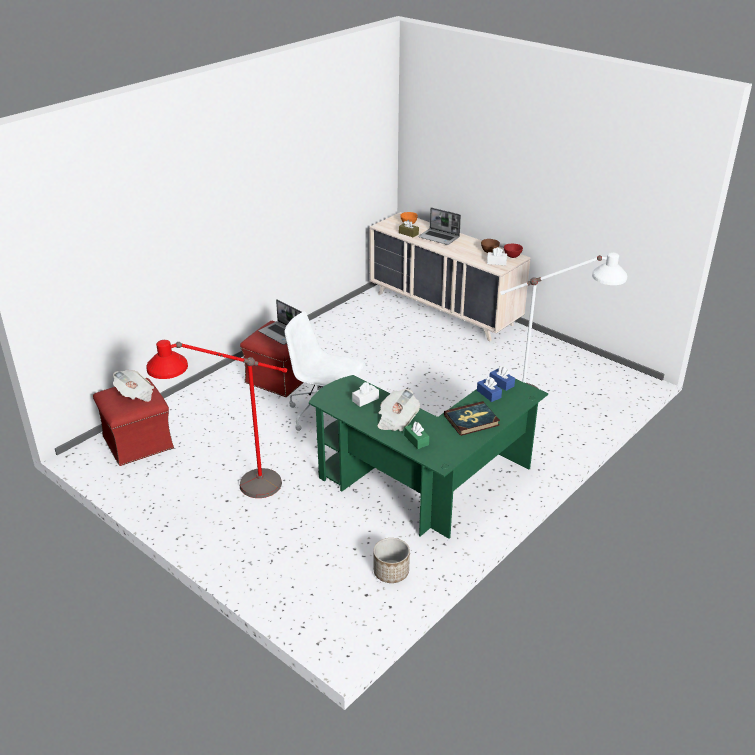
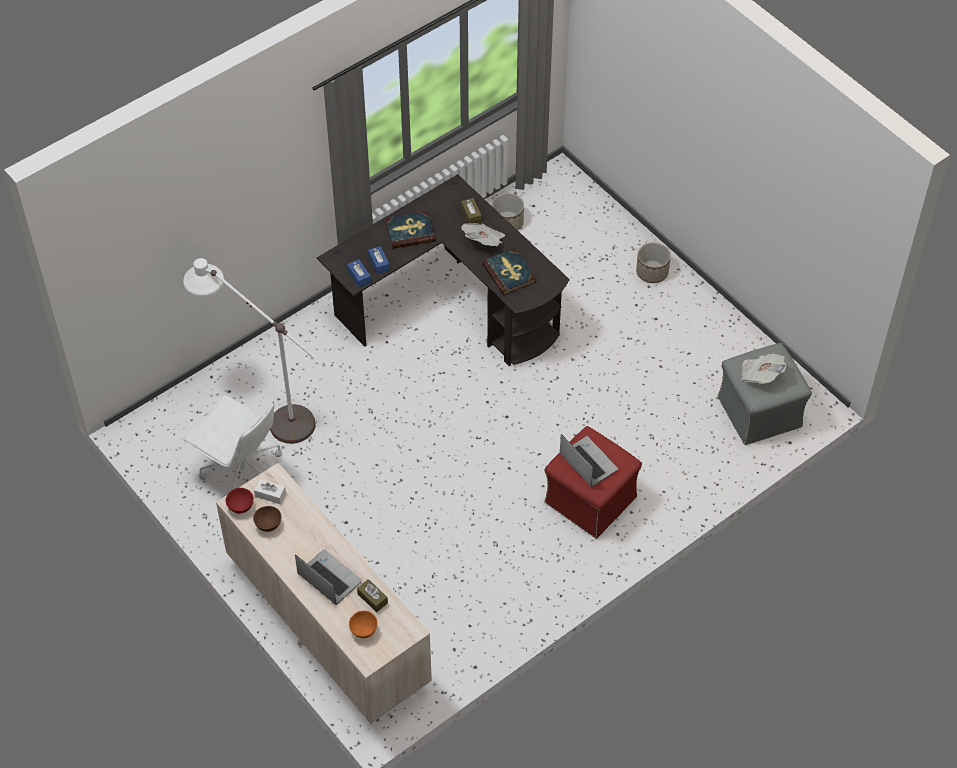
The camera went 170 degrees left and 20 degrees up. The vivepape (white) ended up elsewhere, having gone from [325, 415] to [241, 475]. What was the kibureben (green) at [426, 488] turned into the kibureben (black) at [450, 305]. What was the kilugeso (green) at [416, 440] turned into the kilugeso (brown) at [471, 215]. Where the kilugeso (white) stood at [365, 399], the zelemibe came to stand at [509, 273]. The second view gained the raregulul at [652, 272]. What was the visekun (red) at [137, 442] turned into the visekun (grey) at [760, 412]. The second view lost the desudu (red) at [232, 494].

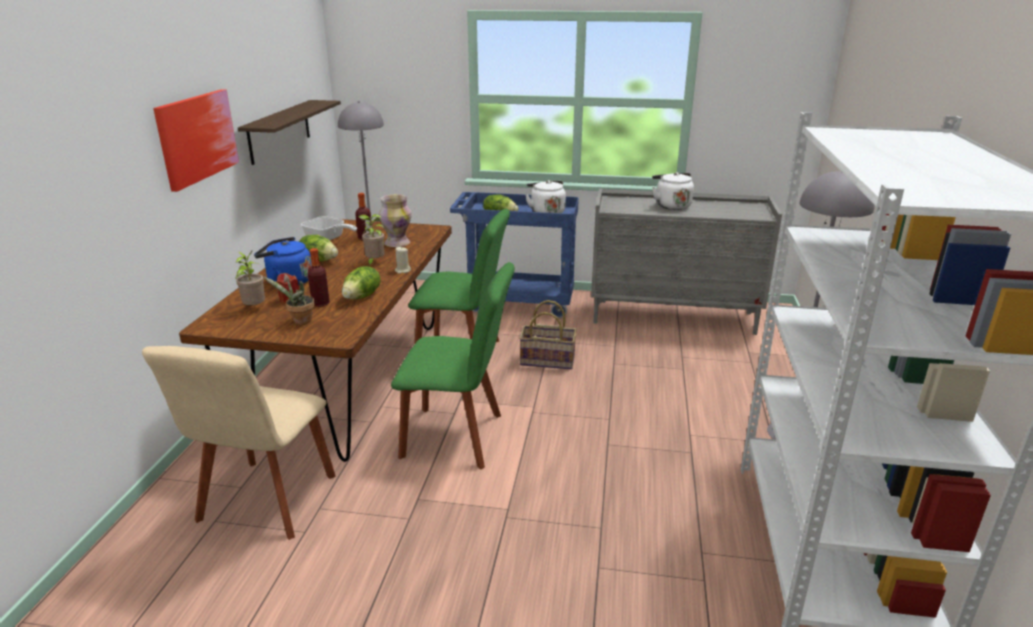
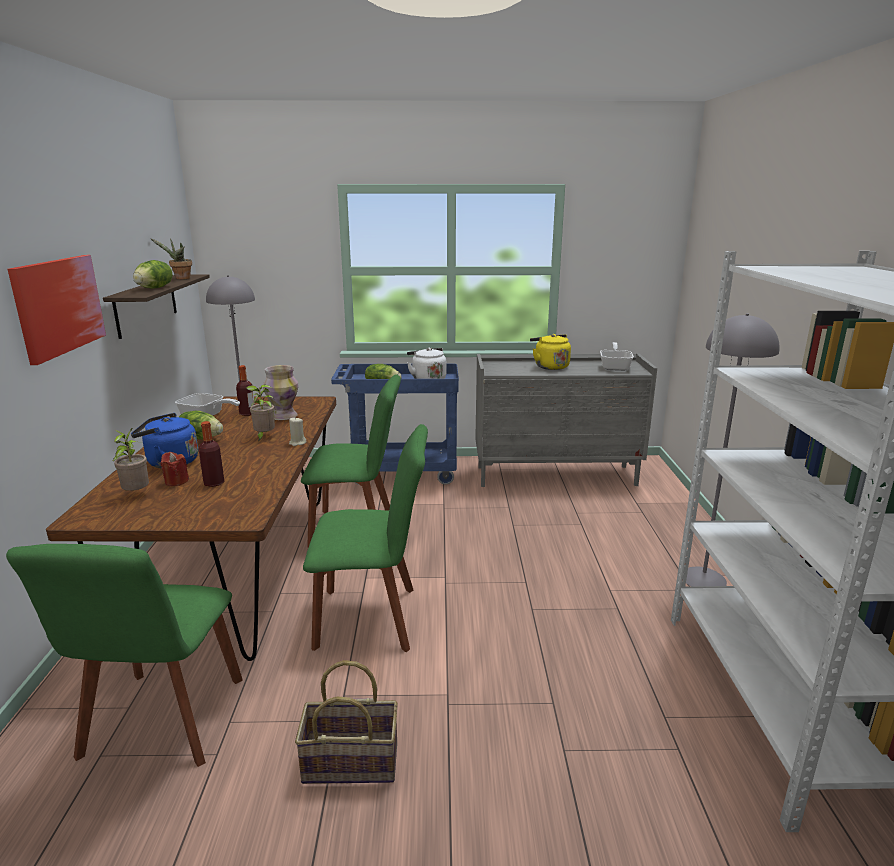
The camera went 10 degrees left and 5 degrees down. What was the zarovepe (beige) at [265, 502] turned into the zarovepe (green) at [161, 723]. The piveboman ended up elsewhere, having gone from [362, 296] to [155, 288]. The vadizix ended up elsewhere, having gone from [300, 322] to [180, 278]. The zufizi ended up elsewhere, having gone from [548, 360] to [351, 761]. What was the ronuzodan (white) at [671, 206] turned into the ronuzodan (yellow) at [550, 366]. The second view gained the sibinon at [615, 367].

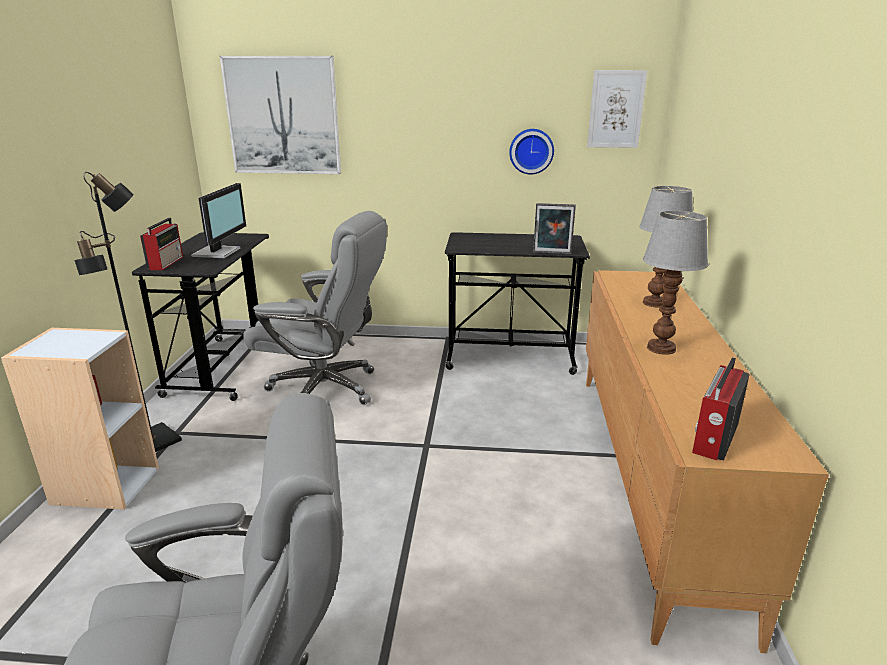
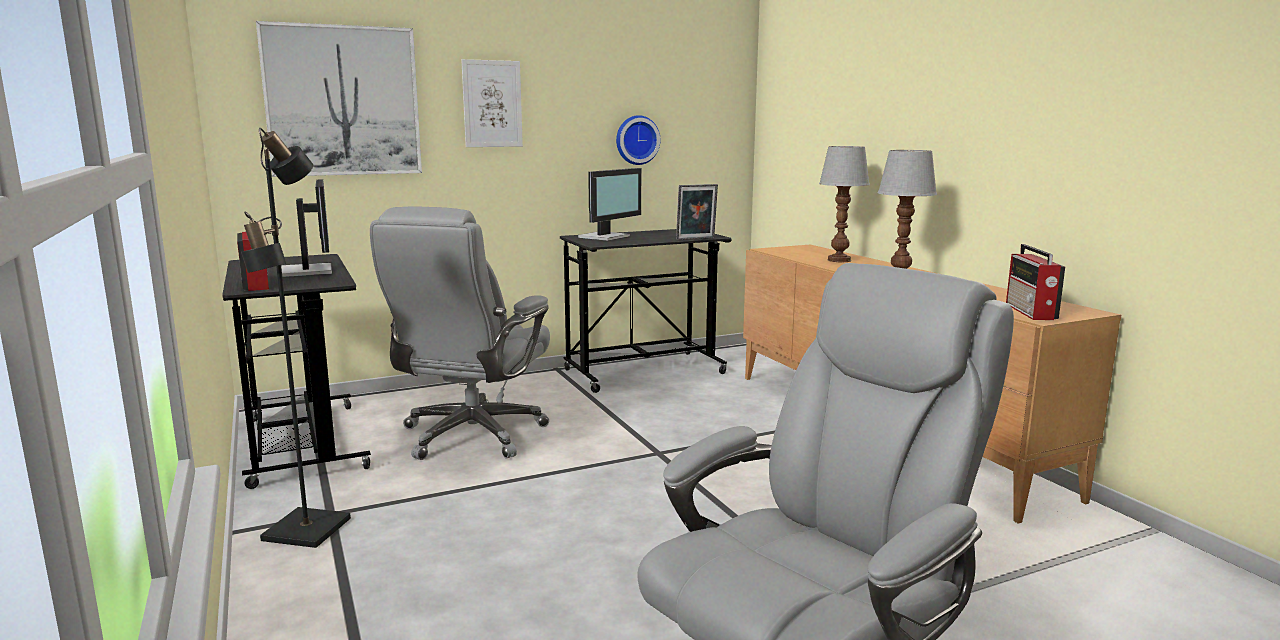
The camera went 30 degrees left and 10 degrees down. The vivepape (grey) at [324, 388] ended up facing another way, 120 degrees clockwise from before. The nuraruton ended up elsewhere, having gone from [616, 109] to [492, 104]. The second view gained the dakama at [606, 237]. The second view lost the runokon at [105, 485].

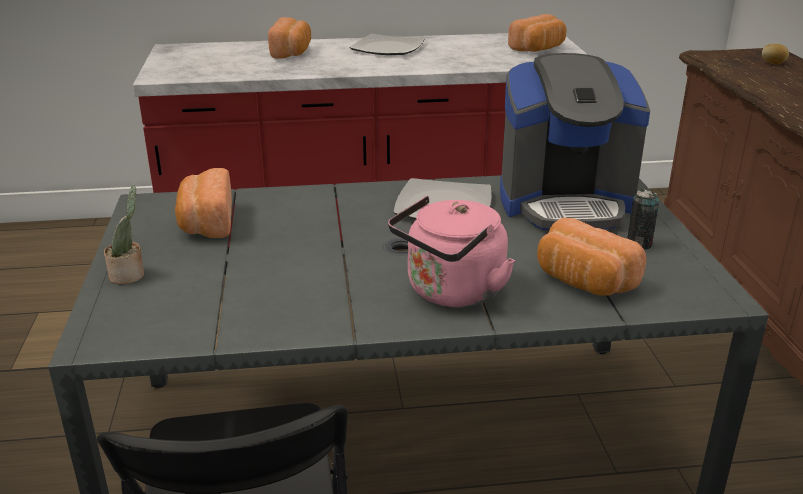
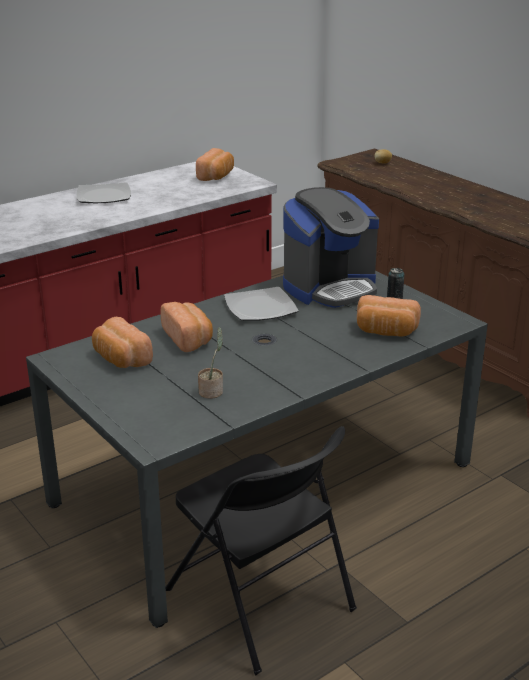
The camera went 30 degrees left and 0 degrees up. The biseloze ended up elsewhere, having gone from [292, 53] to [188, 339]. The vadizix ended up elsewhere, having gone from [129, 275] to [212, 391]. The second view lost the ronuzodan (pink) at [451, 293].

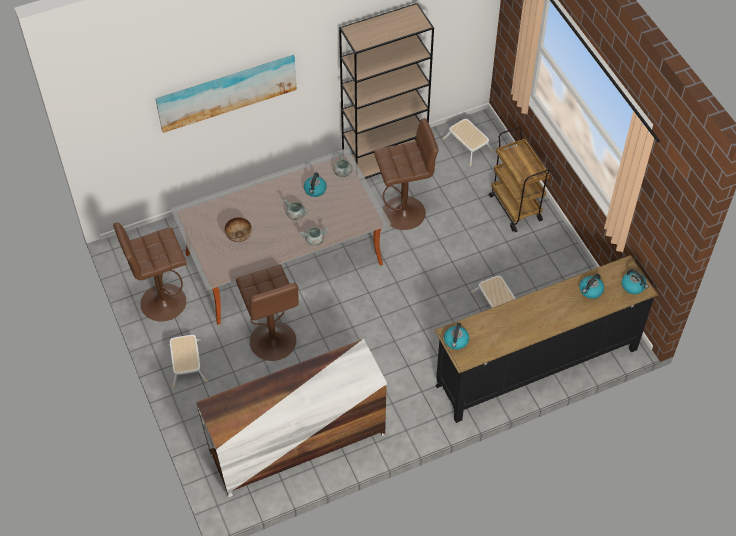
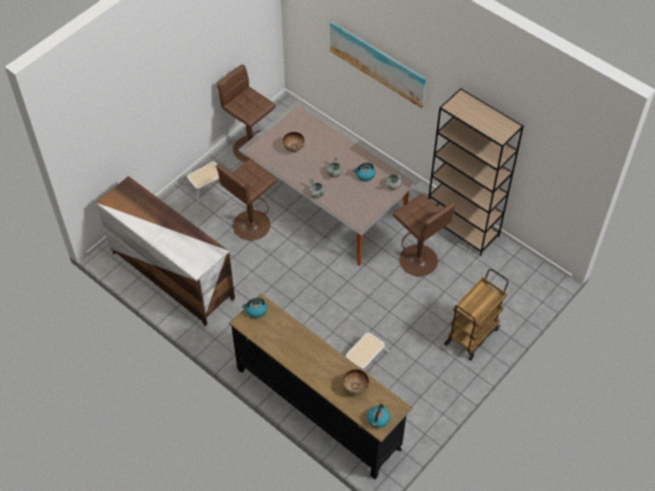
The camera went 65 degrees right and 0 degrees up. Where the ronuzodan stood at [590, 290], the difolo came to stand at [355, 388]. The second view lost the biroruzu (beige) at [467, 145].

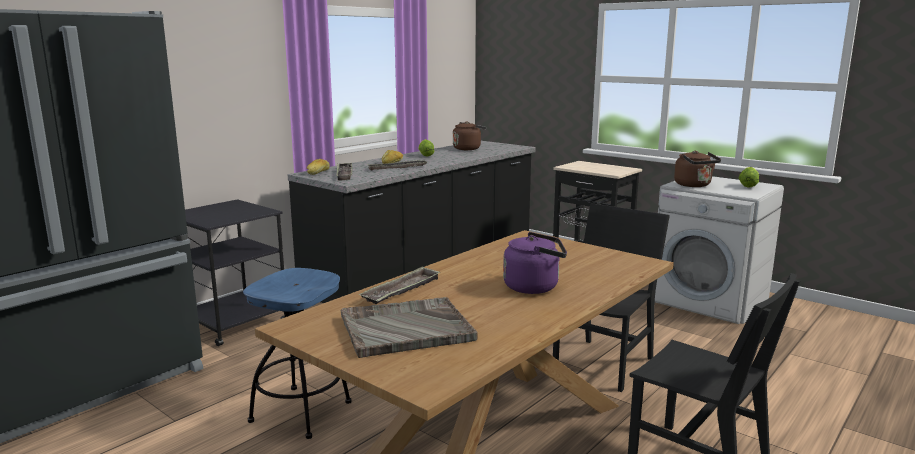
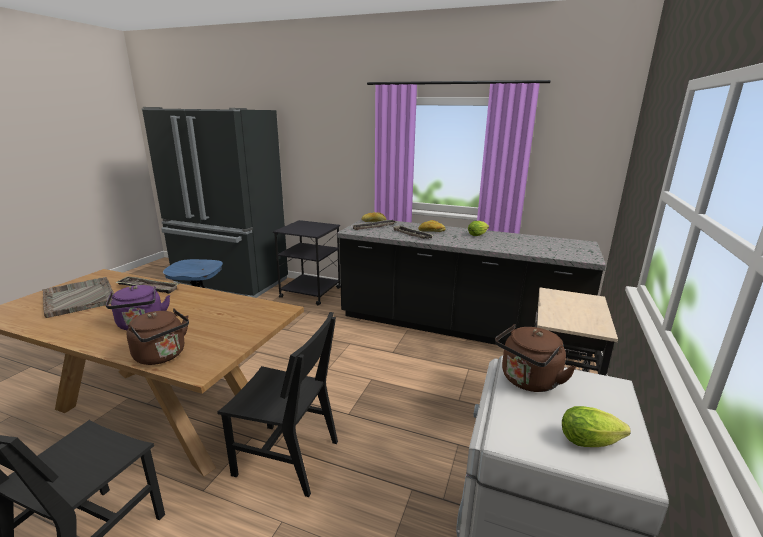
The camera went 70 degrees right and 5 degrees up. The ronuzodan (brown) ended up elsewhere, having gone from [468, 148] to [162, 356].

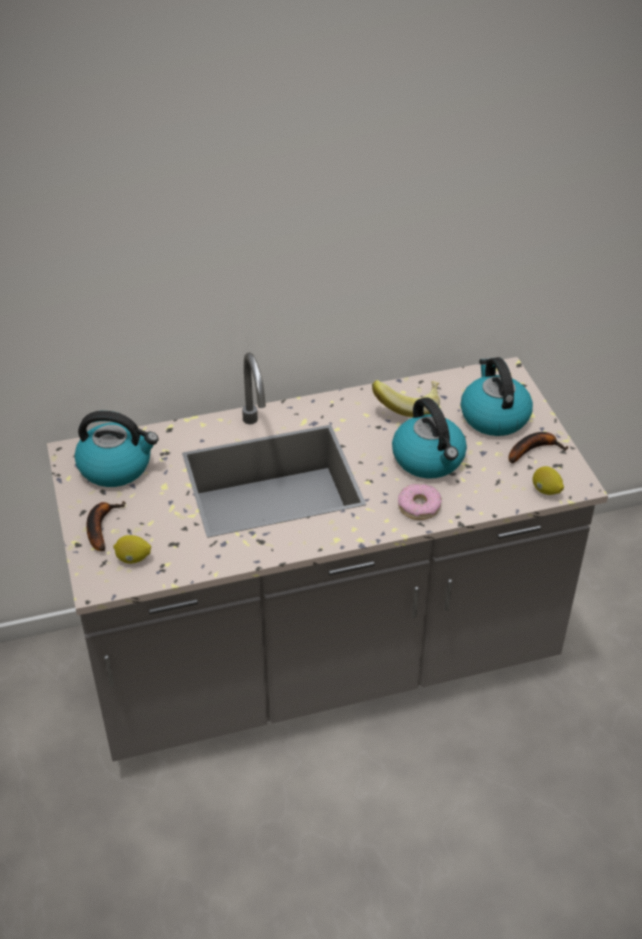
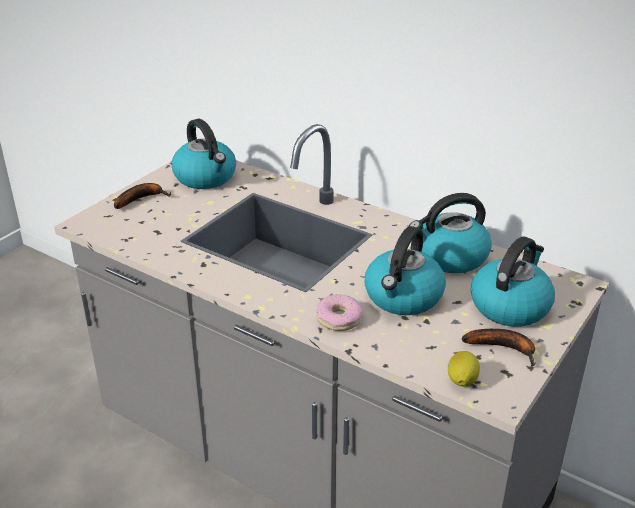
The camera went 50 degrees right and 10 degrees down. Where the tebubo stood at [407, 406], the ronuzodan came to stand at [450, 257]. The second view lost the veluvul at [133, 559].

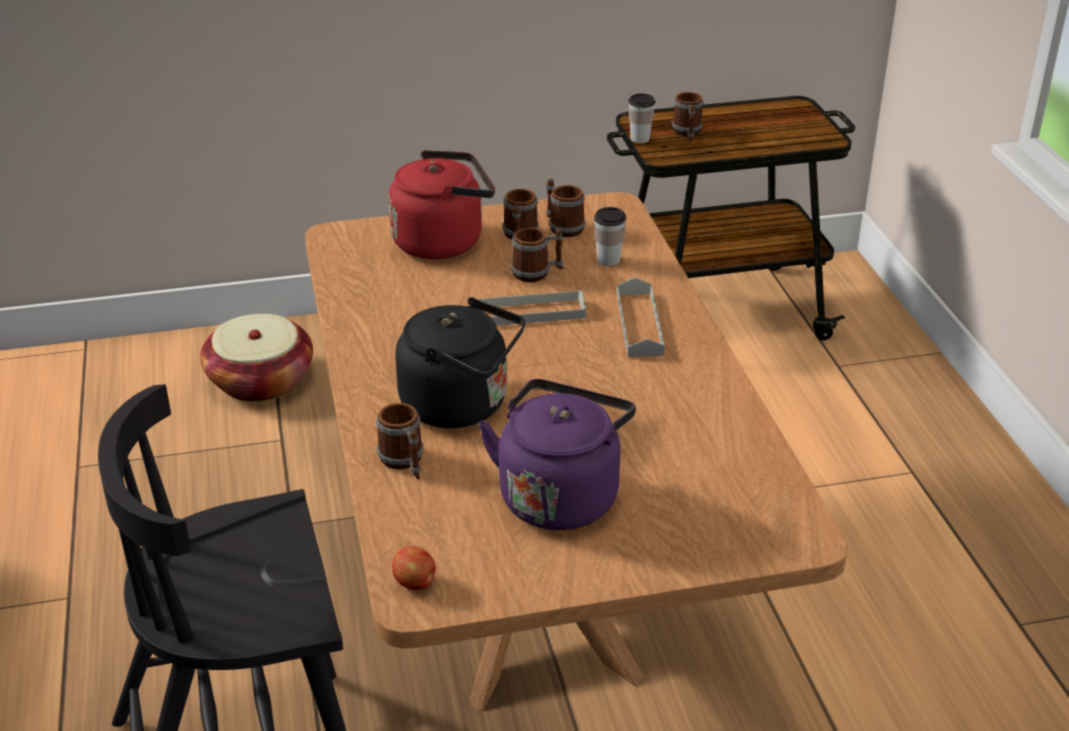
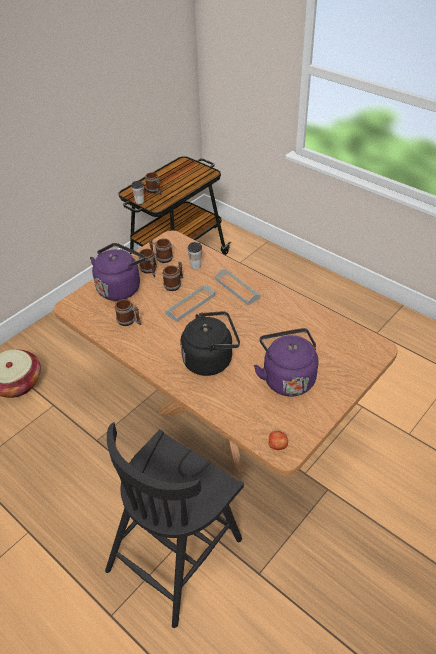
The camera went 35 degrees left and 10 degrees up. What was the ronuzodan (red) at [443, 241] turned into the ronuzodan (purple) at [120, 287]. The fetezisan ended up elsewhere, having gone from [404, 462] to [129, 321].

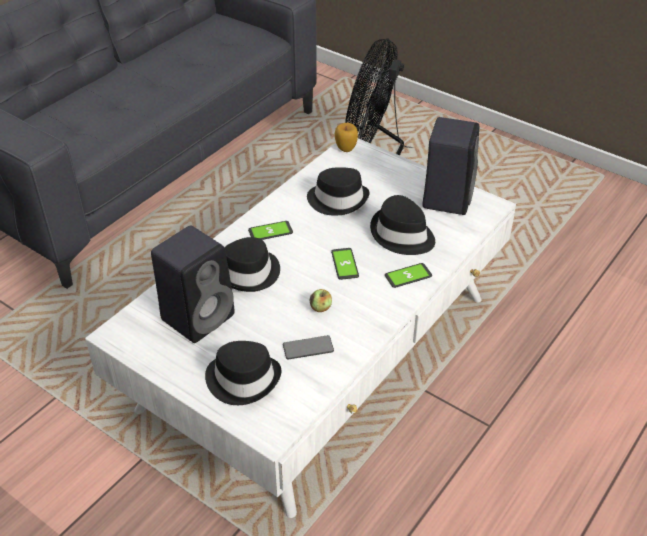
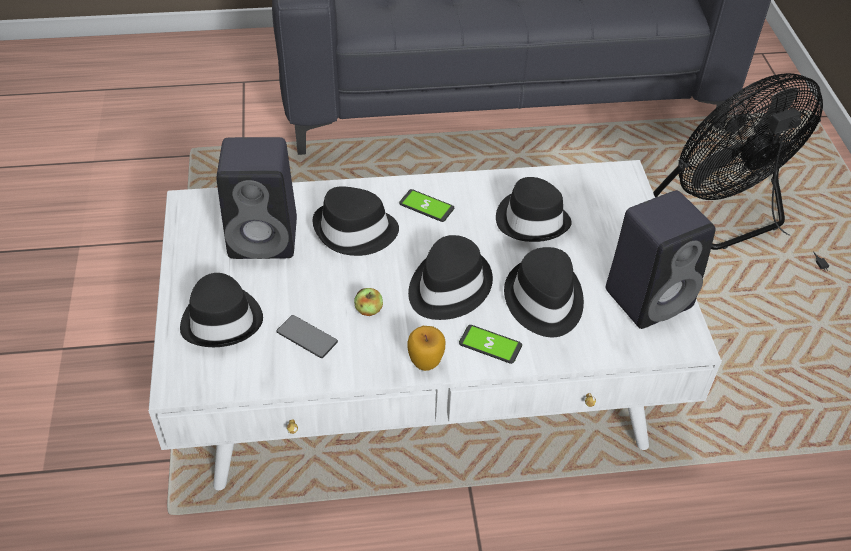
The camera went 45 degrees right and 5 degrees up. The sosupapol ended up elsewhere, having gone from [345, 148] to [425, 362]. Where the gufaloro stood at [344, 264], the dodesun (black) came to stand at [447, 287].

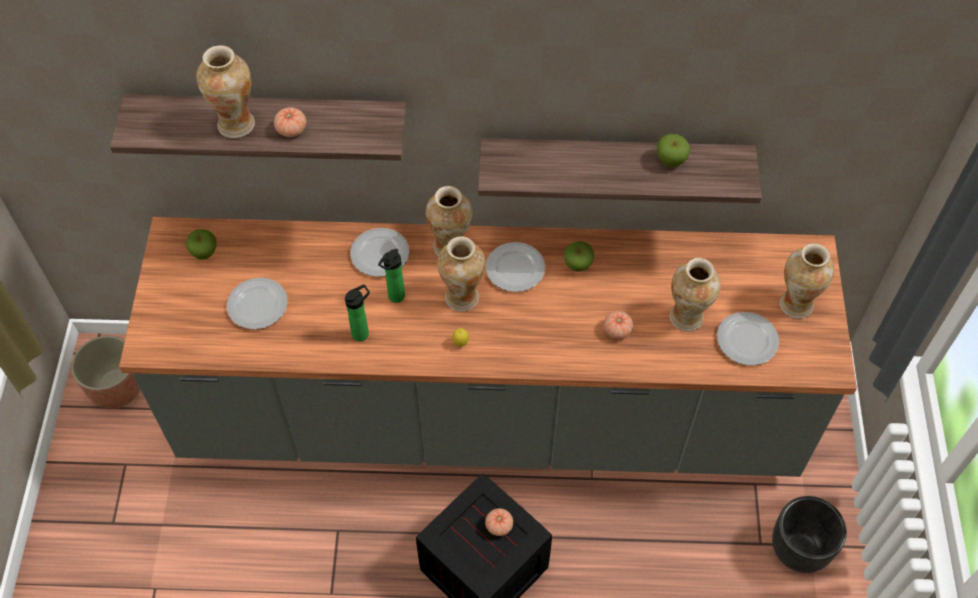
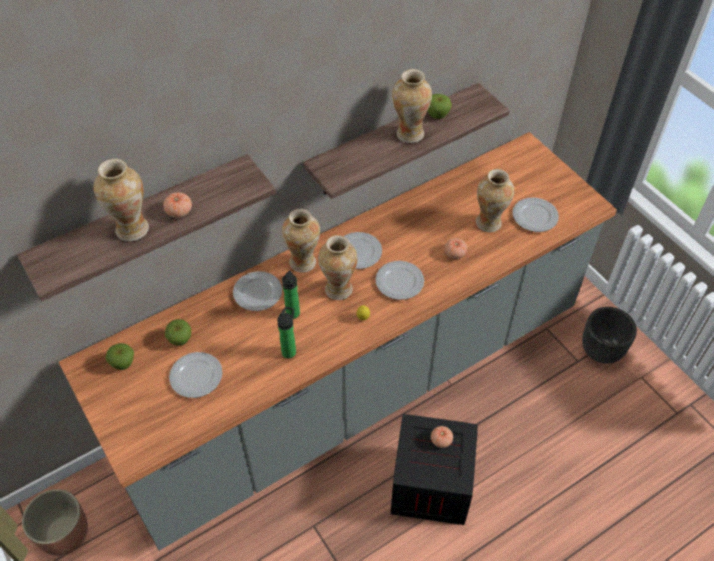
The camera went 35 degrees left and 5 degrees down. The sosupapol ended up elsewhere, having gone from [577, 265] to [180, 340]. The second view gained the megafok at [399, 281]. The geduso ended up elsewhere, having gone from [795, 303] to [409, 133].

